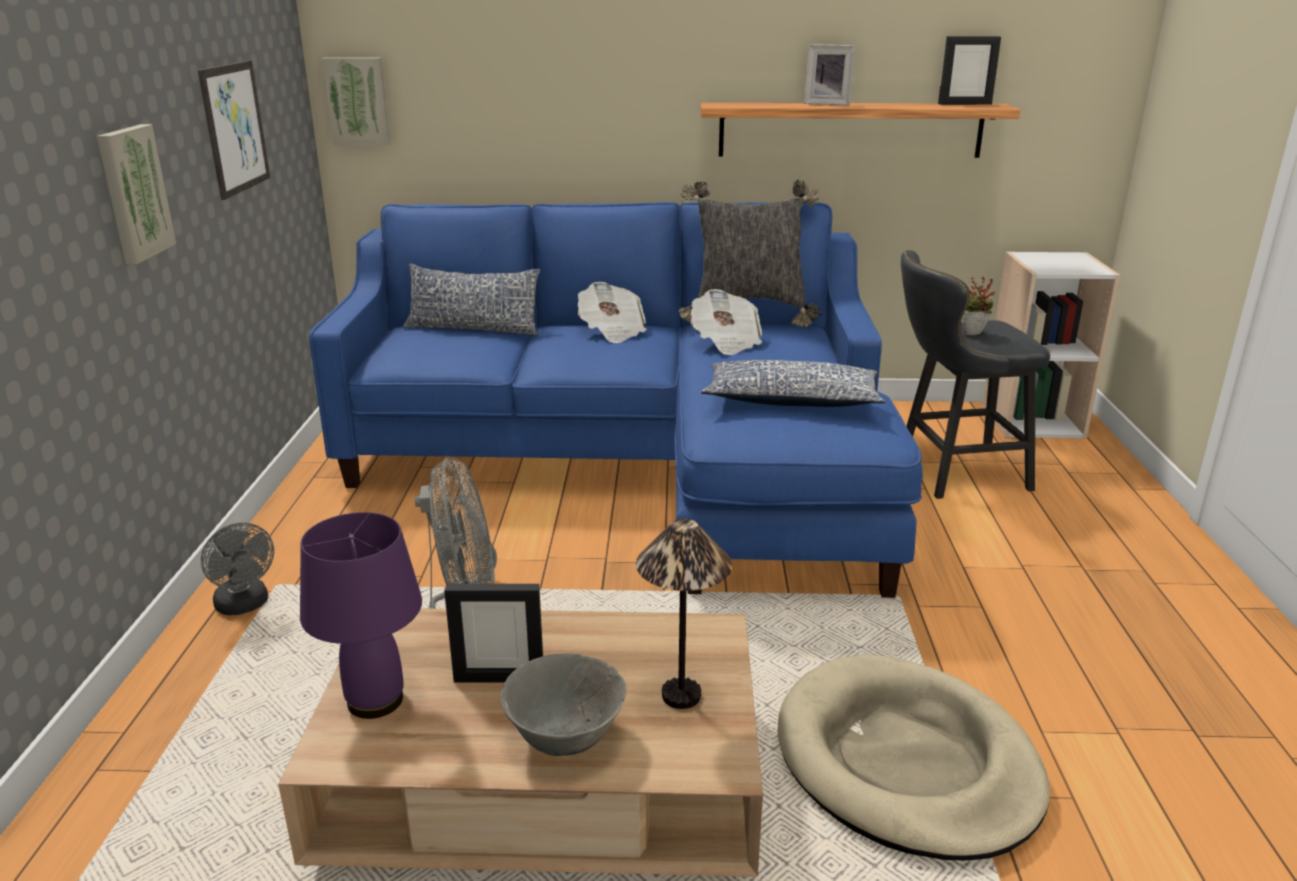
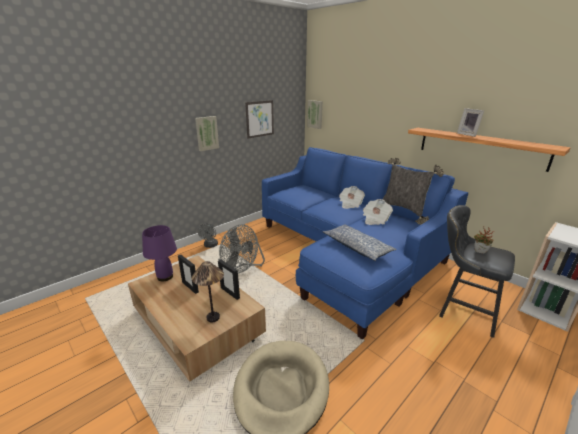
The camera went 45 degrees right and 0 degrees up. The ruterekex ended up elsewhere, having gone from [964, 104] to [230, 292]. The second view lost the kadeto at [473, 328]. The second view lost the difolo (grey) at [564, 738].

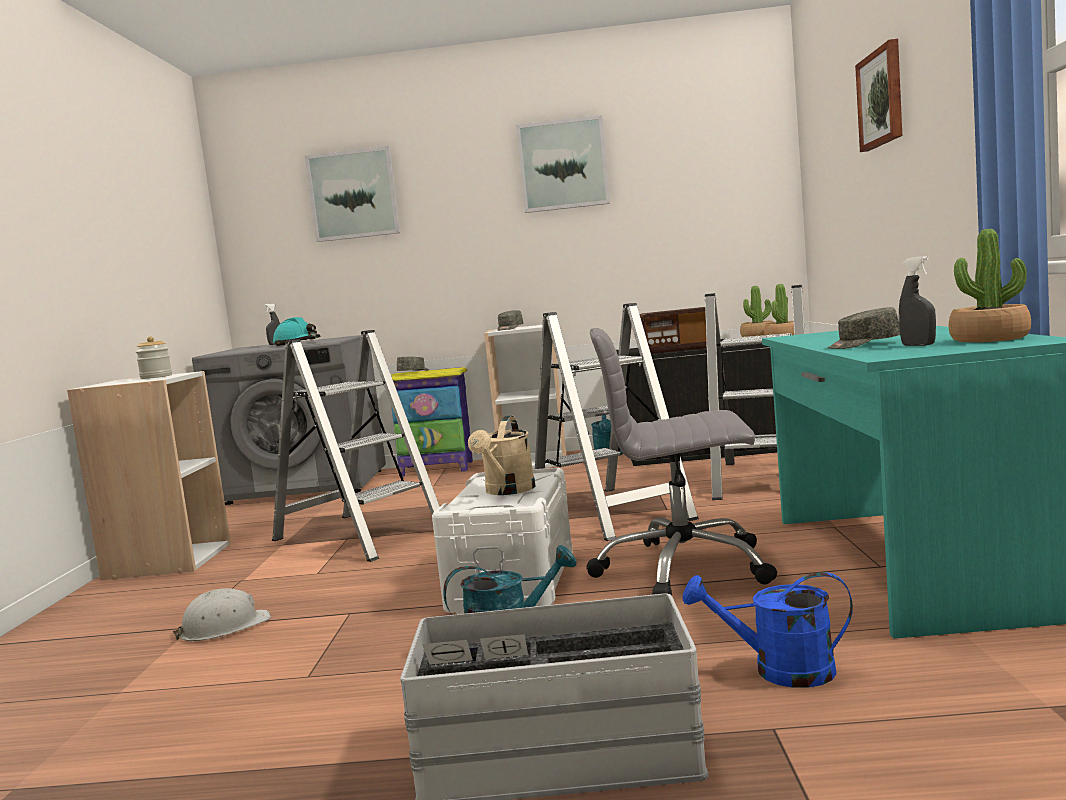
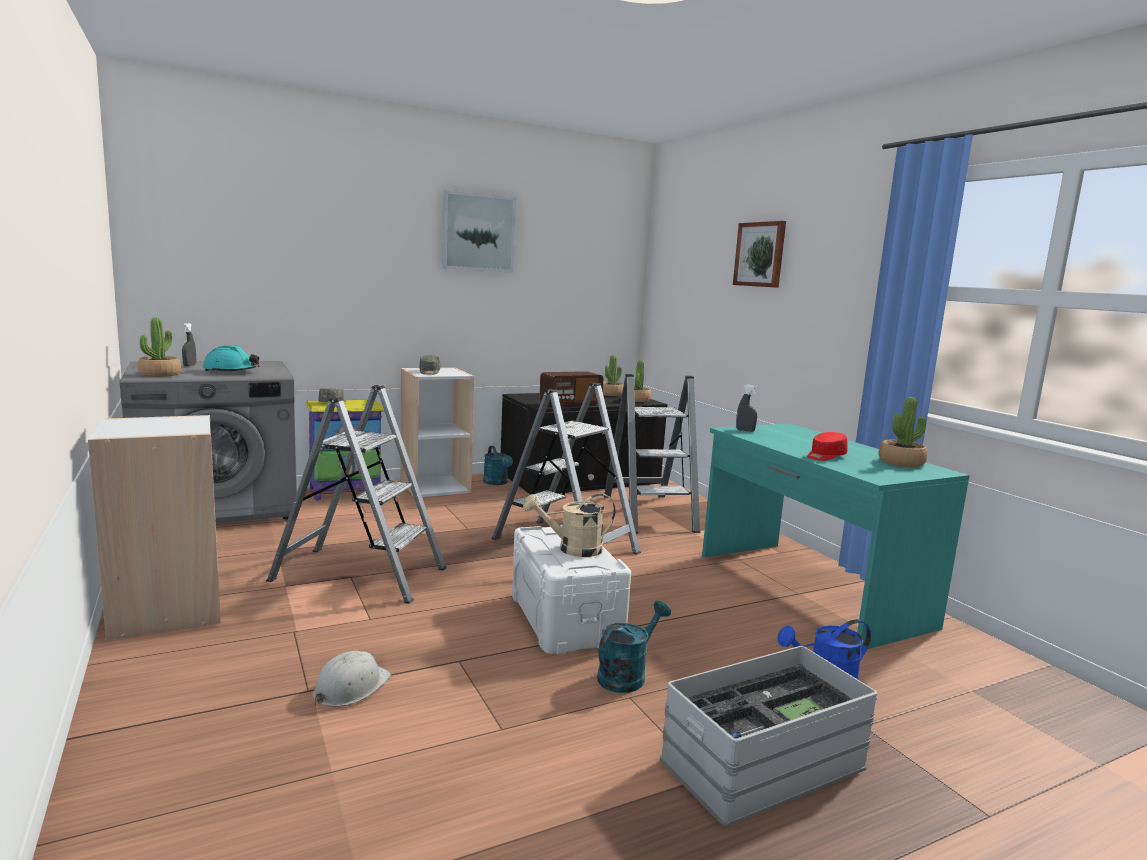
The camera went 30 degrees left and 5 degrees up. The second view gained the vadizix at [160, 374]. The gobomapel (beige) at [507, 491] ended up facing another way, 90 degrees clockwise from before. The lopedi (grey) ended up elsewhere, having gone from [918, 345] to [745, 430]. What was the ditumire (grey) at [863, 345] turned into the ditumire (red) at [825, 456]. The second view lost the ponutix at [156, 377]. The second view lost the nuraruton at [353, 195]. The second view lost the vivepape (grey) at [682, 569].

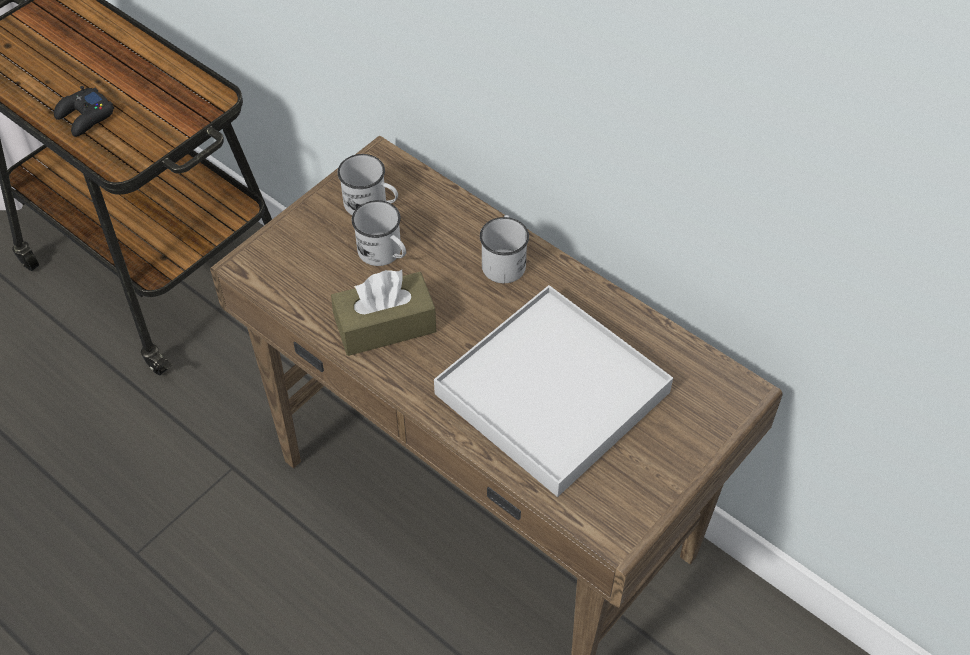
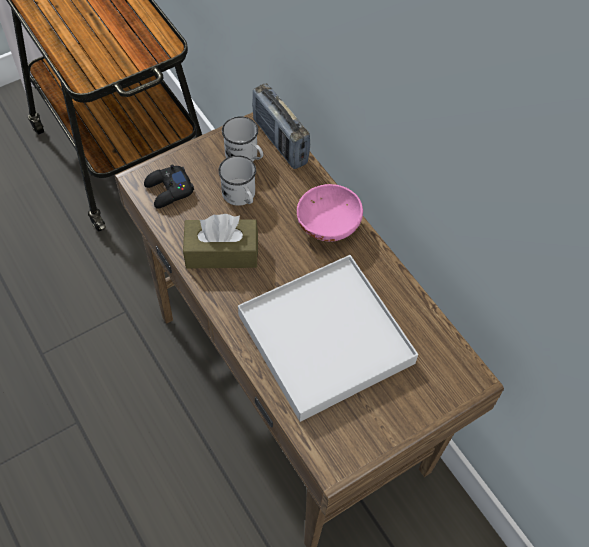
The camera went 15 degrees right and 5 degrees up. The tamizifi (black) ended up elsewhere, having gone from [85, 117] to [169, 190]. The second view gained the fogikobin at [280, 142]. Where the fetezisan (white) stood at [504, 261], the difolo (pink) came to stand at [327, 225].

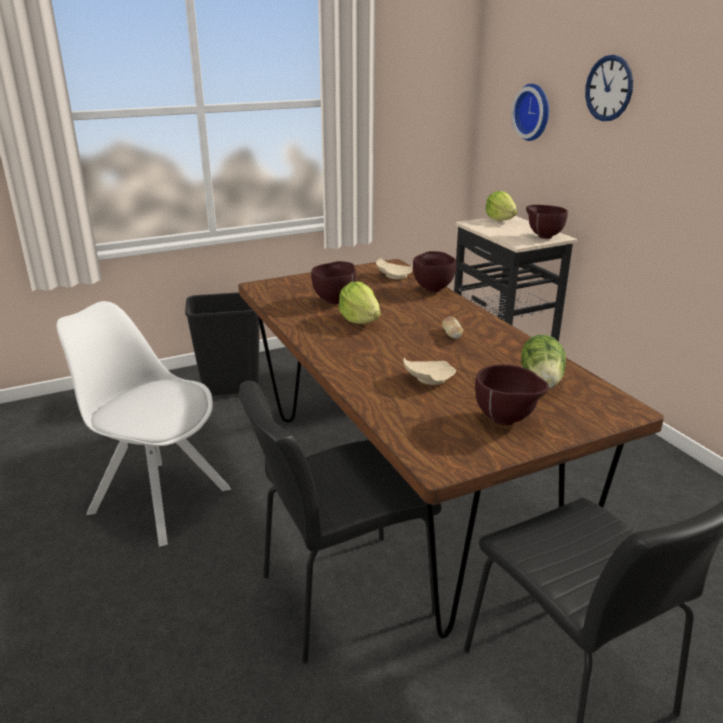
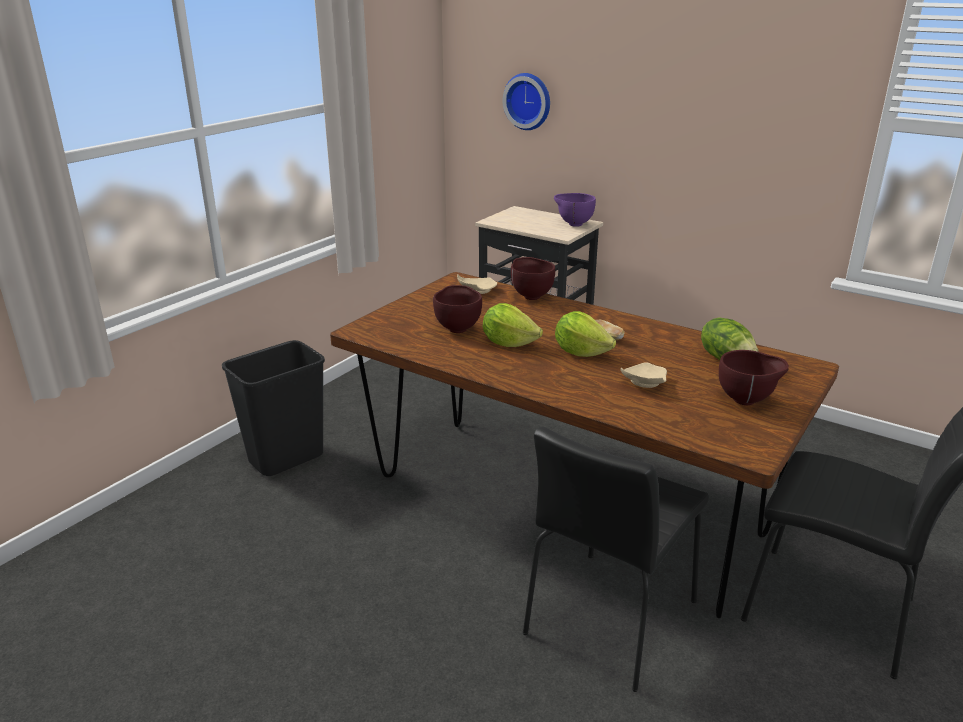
The camera went 30 degrees left and 0 degrees up. What was the difolo (brown) at [543, 236] turned into the difolo (purple) at [573, 224]. The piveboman ended up elsewhere, having gone from [500, 219] to [581, 352]. The second view lost the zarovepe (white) at [158, 499]. The second view lost the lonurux at [609, 88].

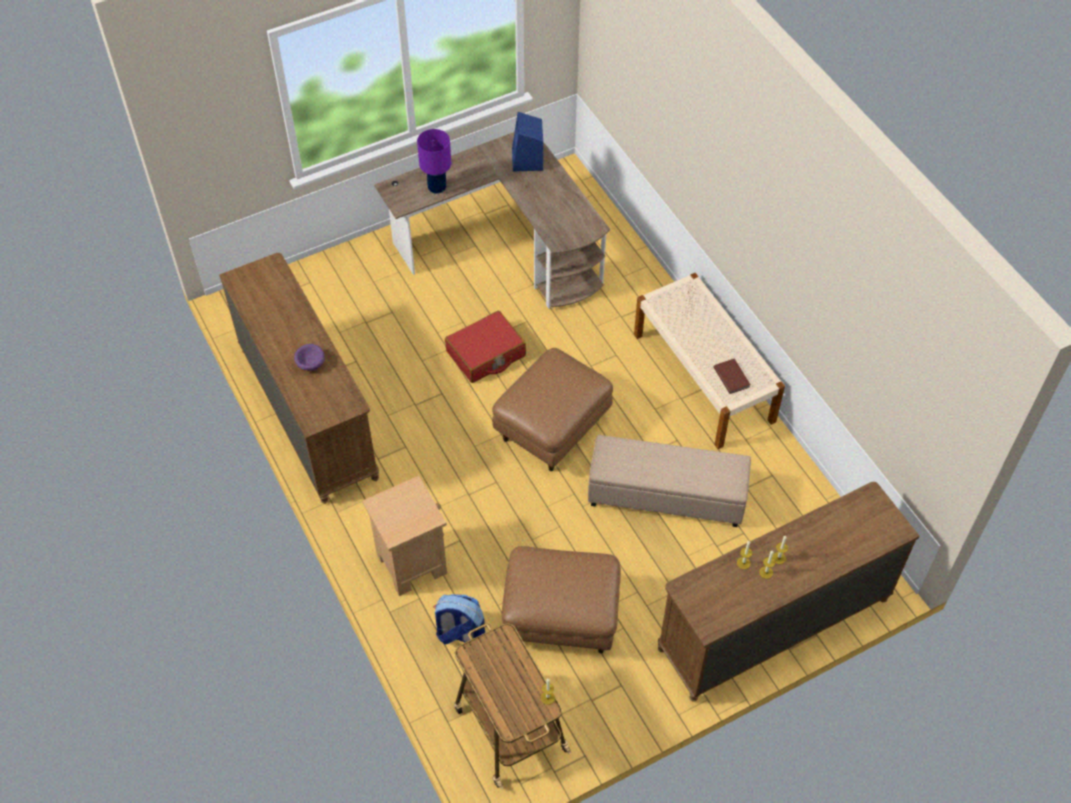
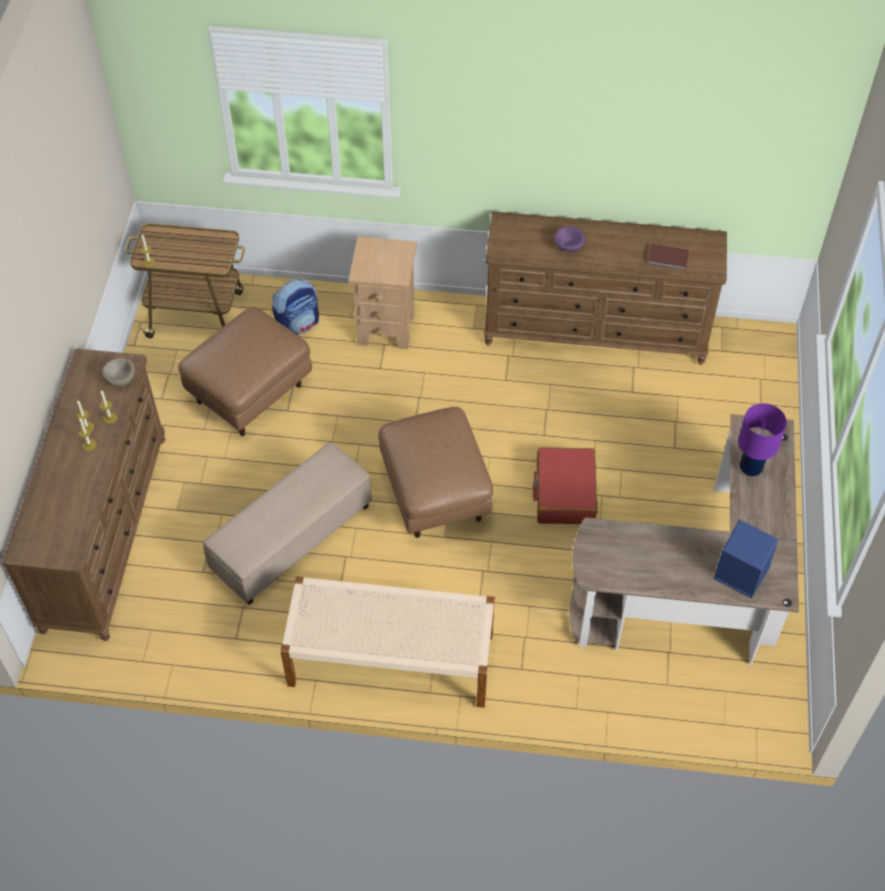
The camera went 125 degrees right and 0 degrees up. The second view gained the difolo (beige) at [121, 378]. The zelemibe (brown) ended up elsewhere, having gone from [732, 376] to [668, 259].

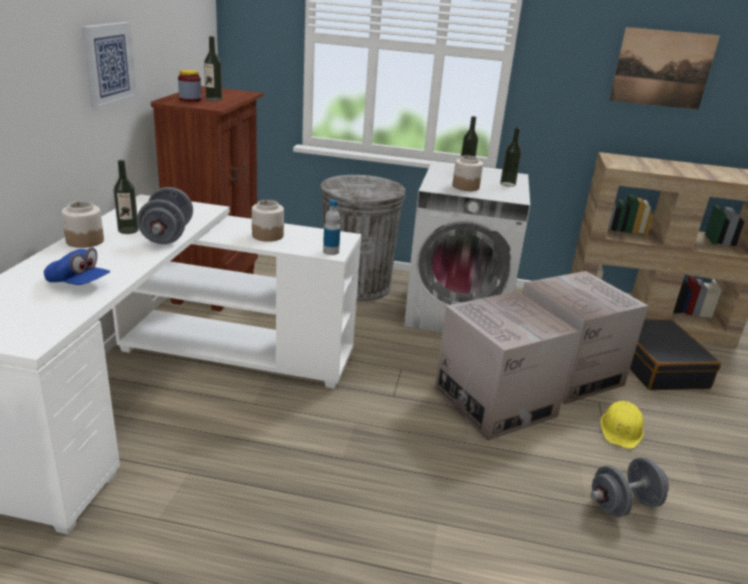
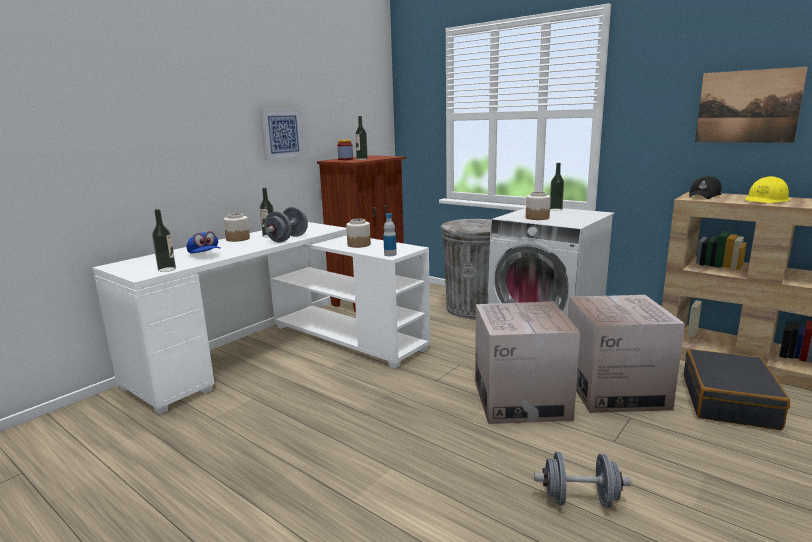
The camera went 30 degrees right and 10 degrees down. The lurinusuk ended up elsewhere, having gone from [507, 184] to [167, 269]. The second view gained the ditumire (black) at [705, 196]. The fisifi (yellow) ended up elsewhere, having gone from [621, 430] to [766, 200].

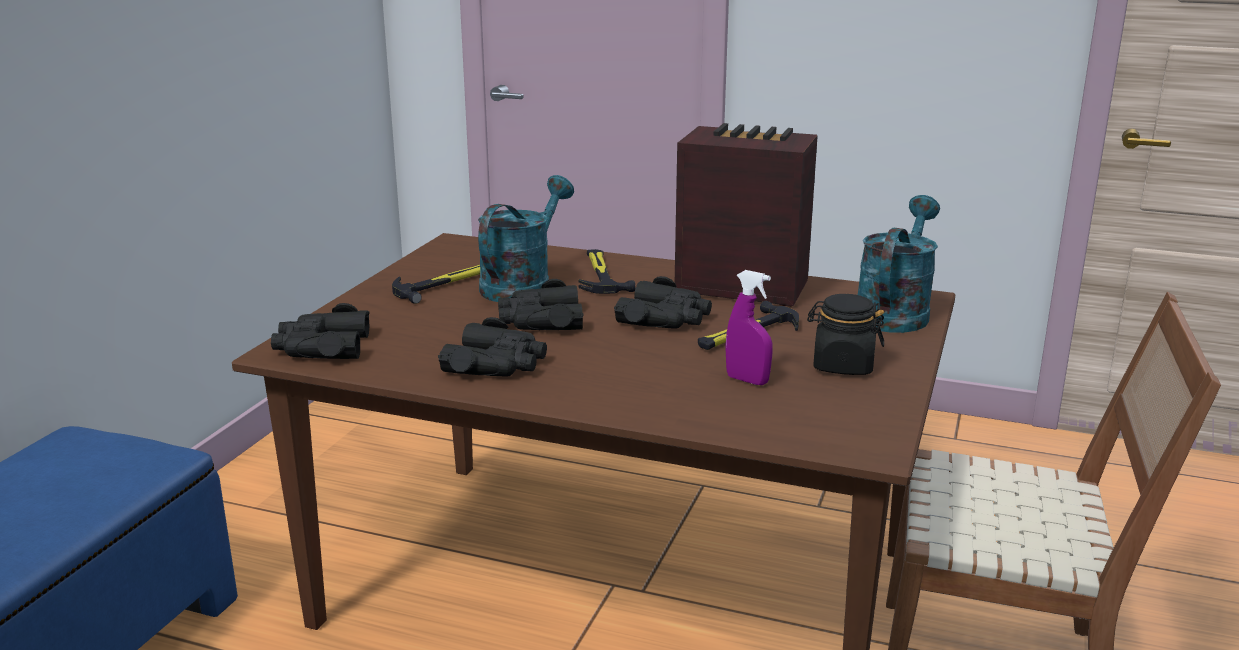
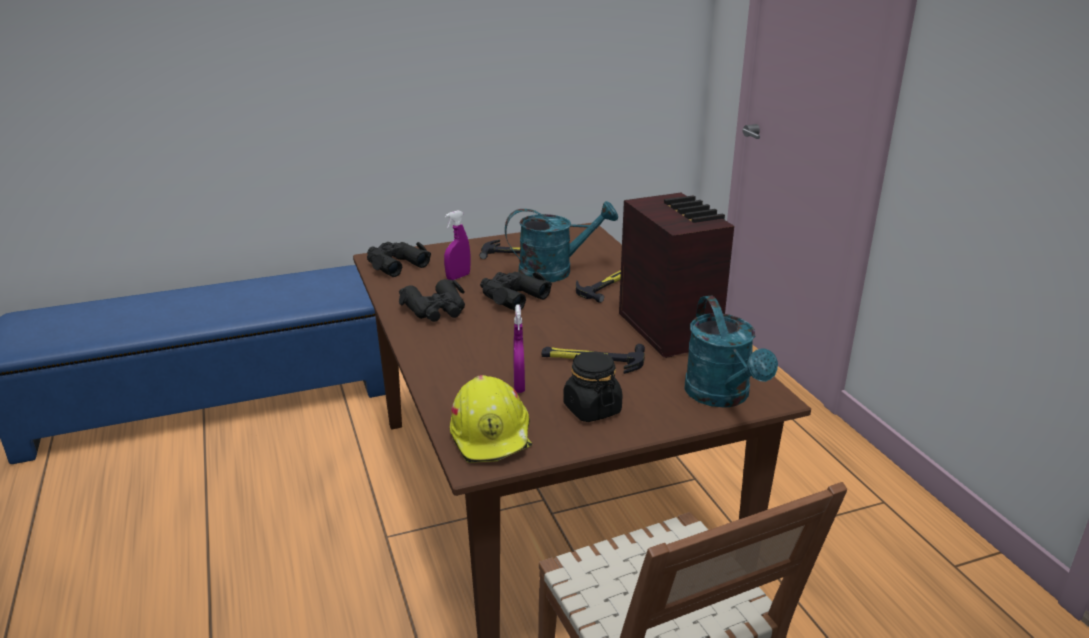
The camera went 50 degrees right and 5 degrees up. The second view gained the lopedi (purple) at [458, 277]. The second view gained the fisifi (yellow) at [492, 435]. The gobomapel (turquoise) at [895, 312] ended up facing another way, 90 degrees clockwise from before. The second view lost the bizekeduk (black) at [665, 318].

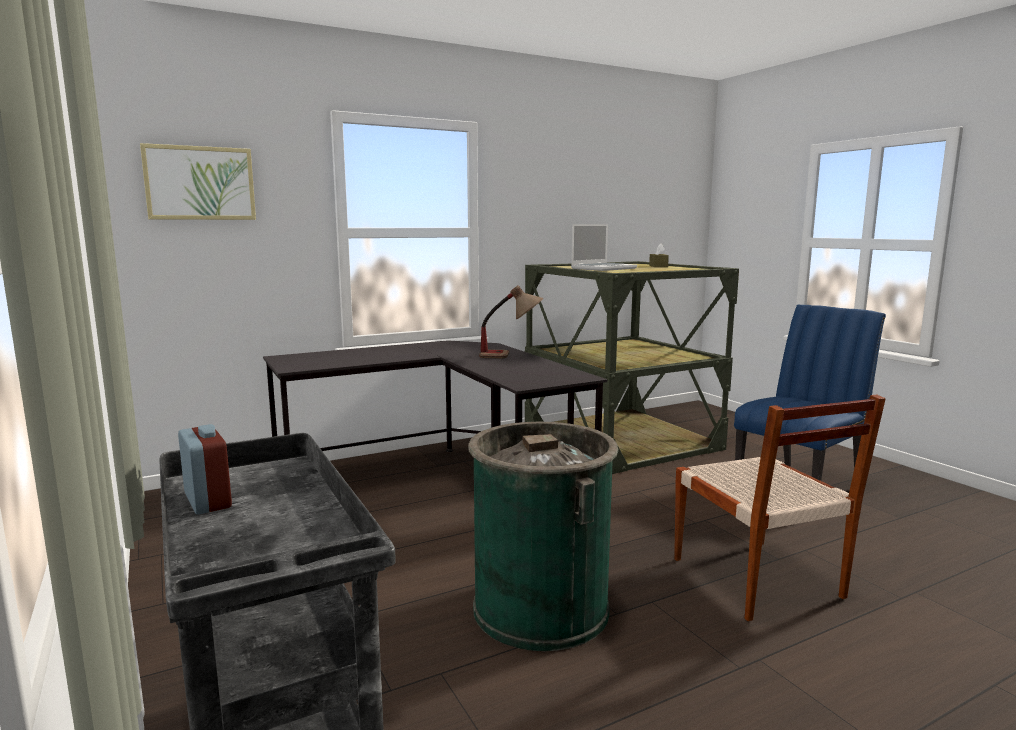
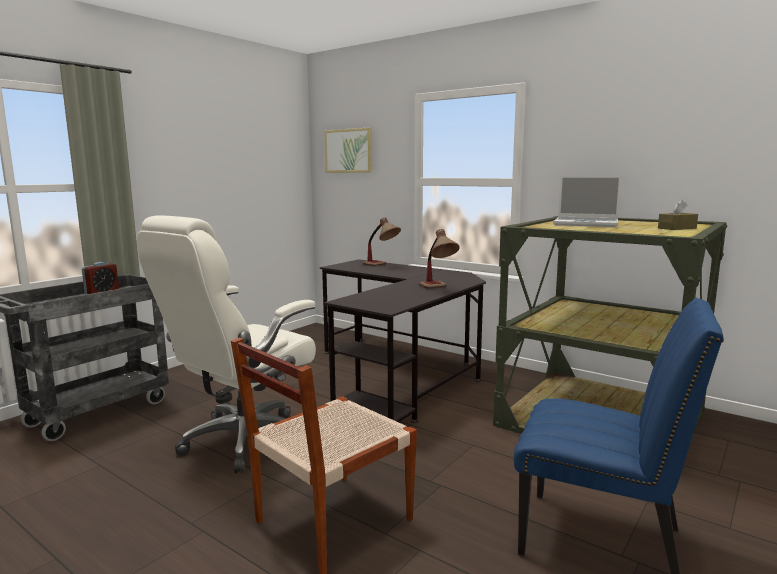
The camera went 65 degrees right and 0 degrees up. Where the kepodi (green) stood at [540, 608], the vivepape (white) came to stand at [243, 441]. The second view gained the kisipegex at [382, 265].

